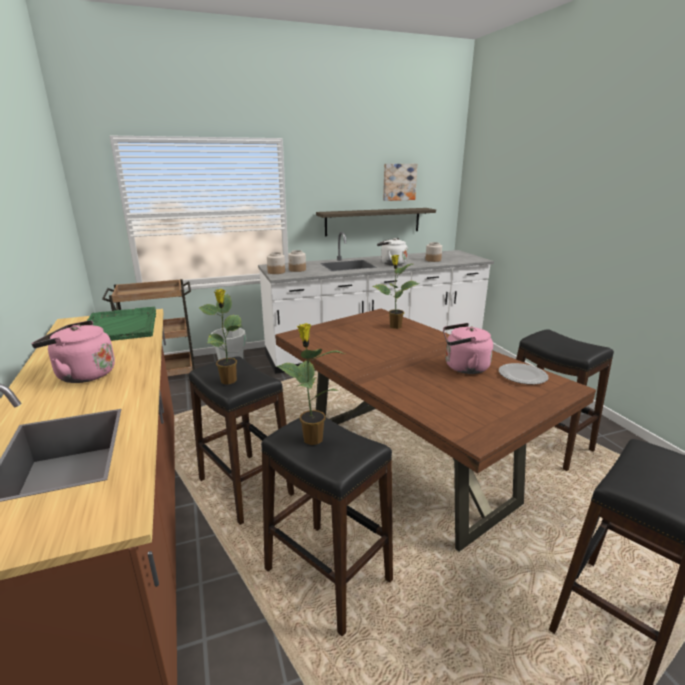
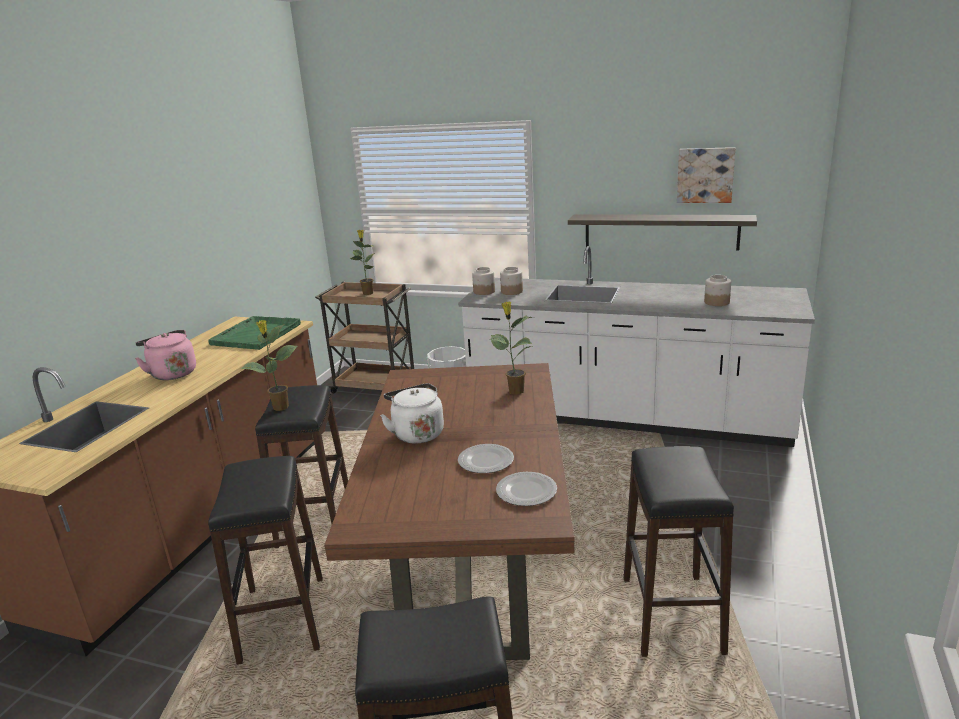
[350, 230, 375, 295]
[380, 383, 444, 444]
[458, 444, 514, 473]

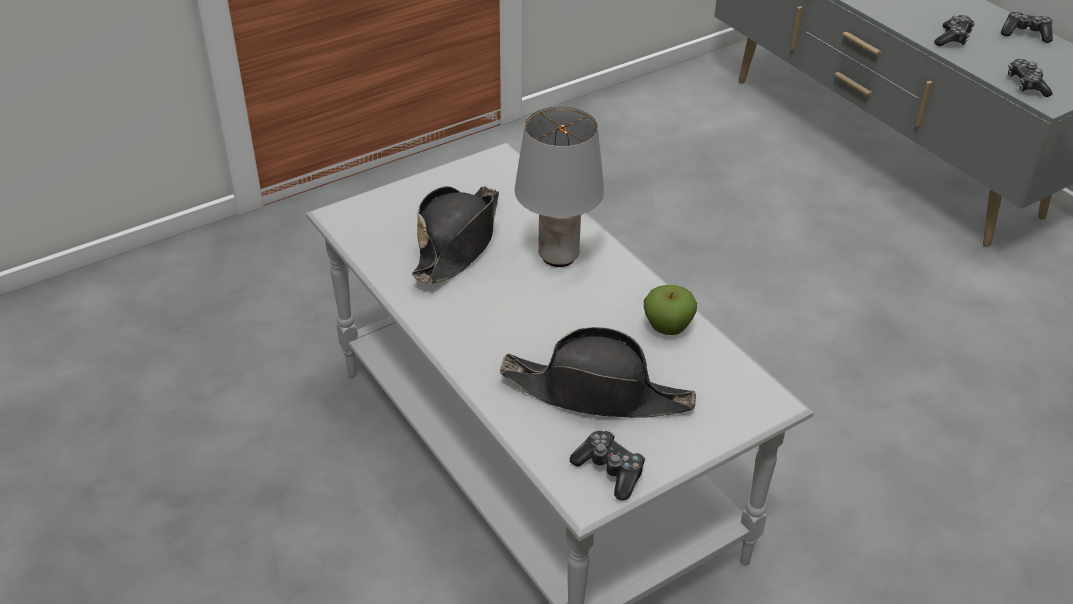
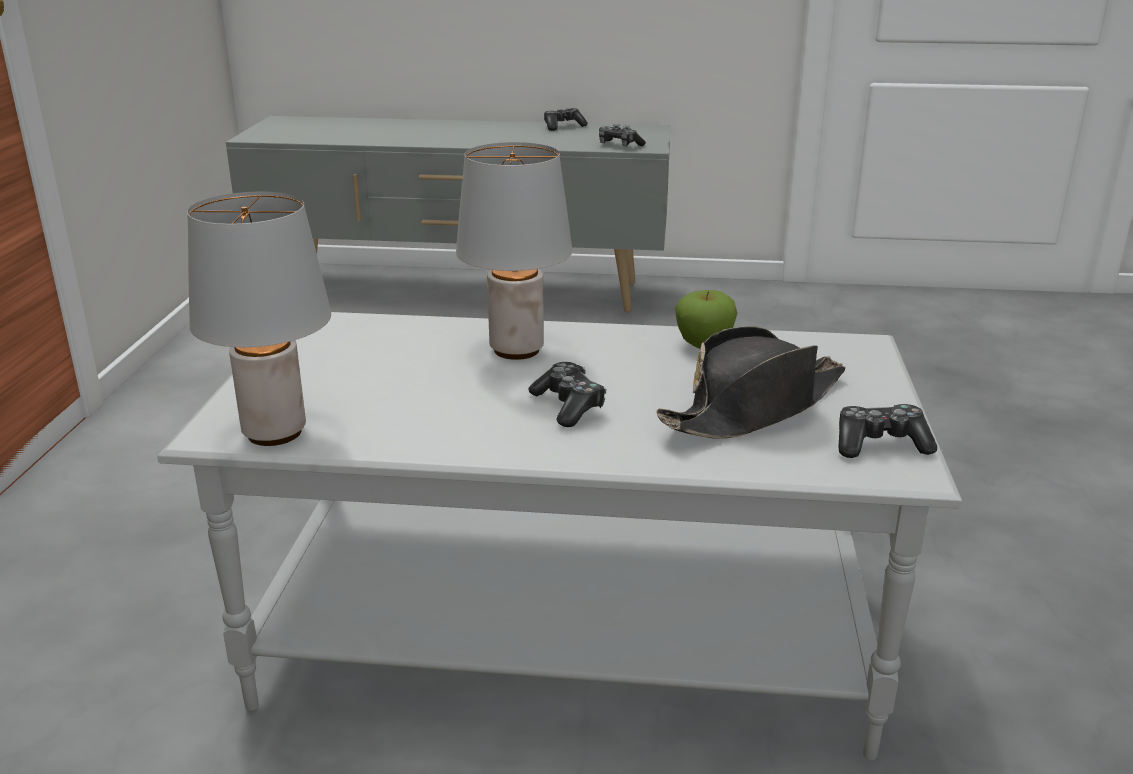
[412, 186, 499, 284] (first image)
[187, 192, 331, 446]
[529, 362, 606, 427]

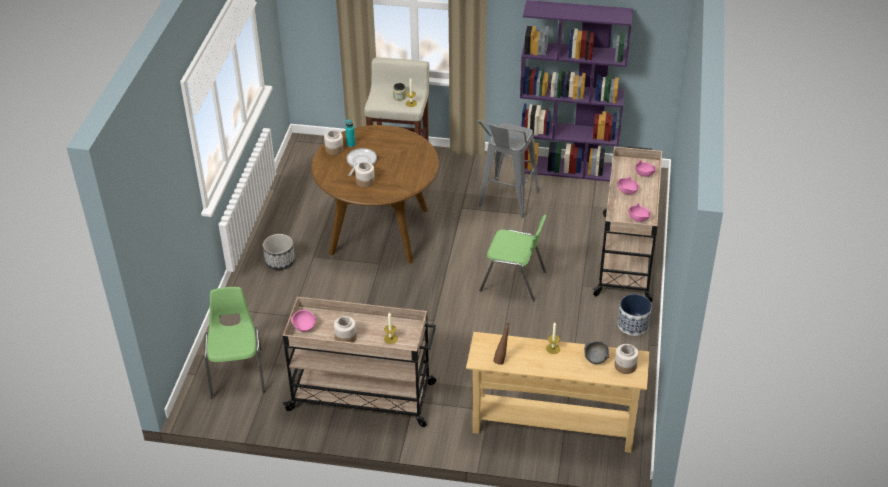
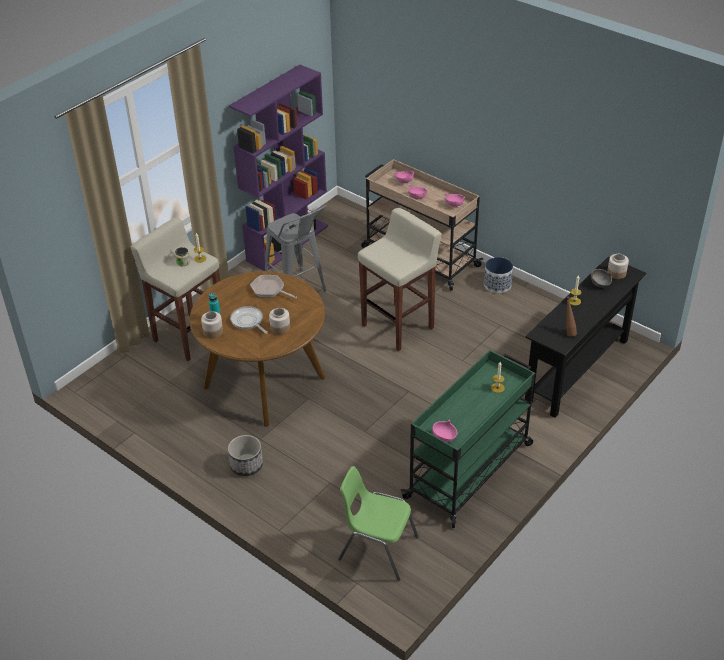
[334, 316, 357, 343] (first image)
[250, 275, 297, 298]
[358, 208, 442, 351]
[401, 350, 535, 528]
[525, 257, 646, 418]

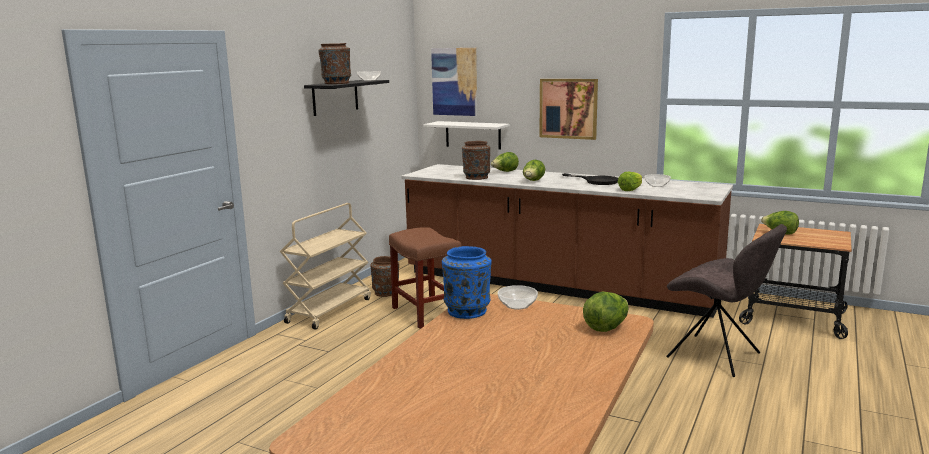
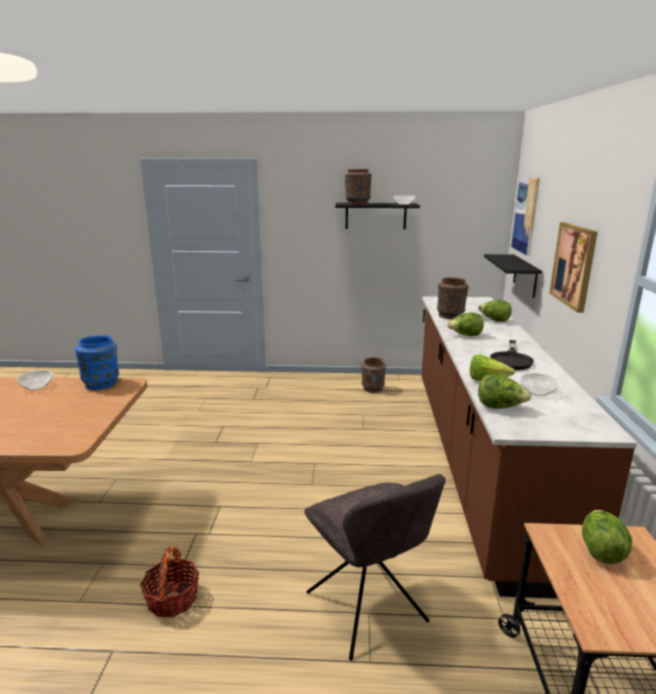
[280, 203, 371, 330] (first image)
[389, 227, 462, 329] (first image)
[140, 545, 199, 617]
[17, 370, 53, 390]
[478, 374, 532, 409]
[484, 254, 542, 298]
[304, 474, 446, 661]

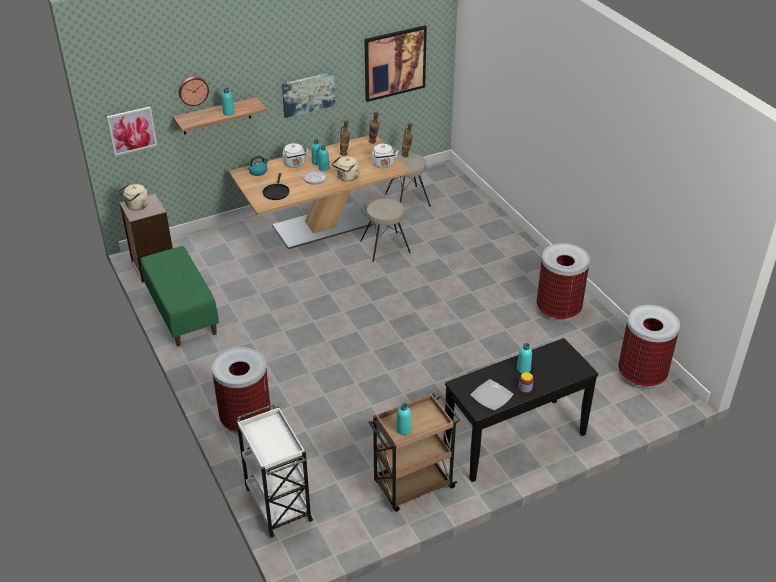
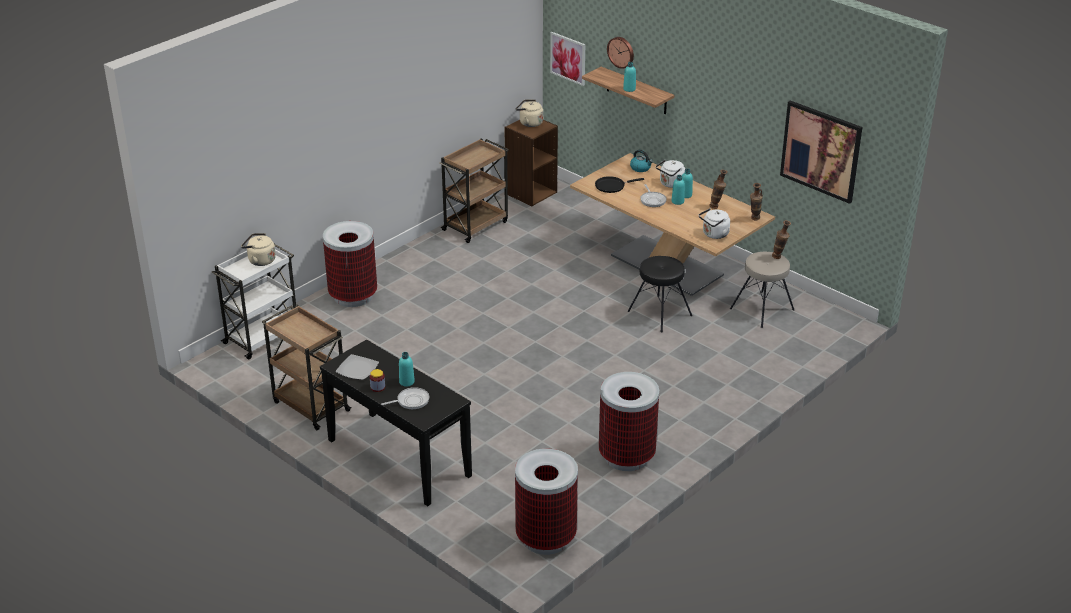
[282, 72, 335, 118] (first image)
[396, 403, 411, 435] (first image)
[381, 387, 430, 409]
[241, 233, 276, 266]
[439, 139, 509, 243]
[628, 256, 692, 332]

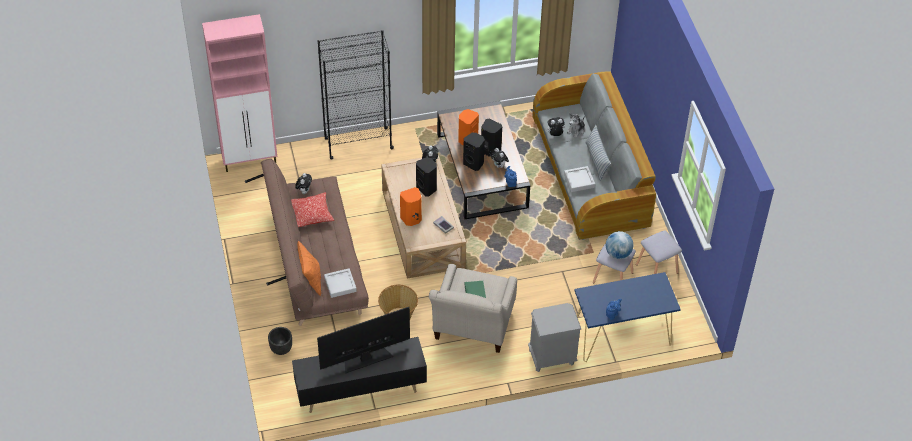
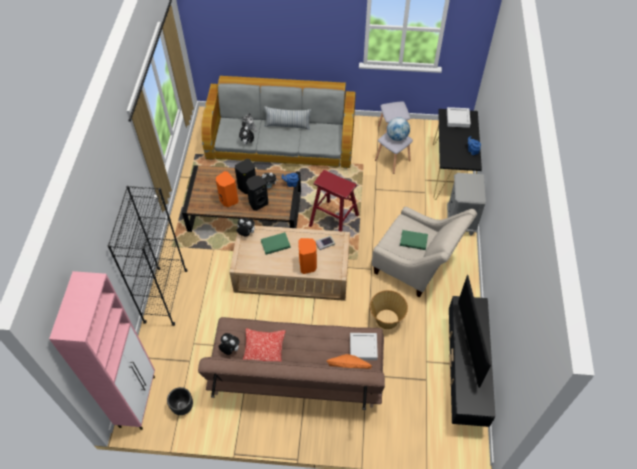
[309, 170, 359, 231]
[167, 387, 193, 415]
[447, 107, 471, 128]
[261, 232, 291, 255]
[433, 109, 482, 200]

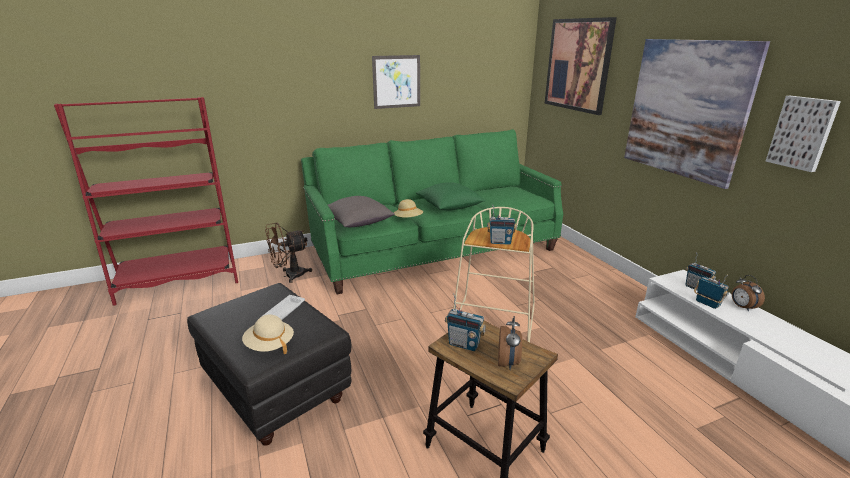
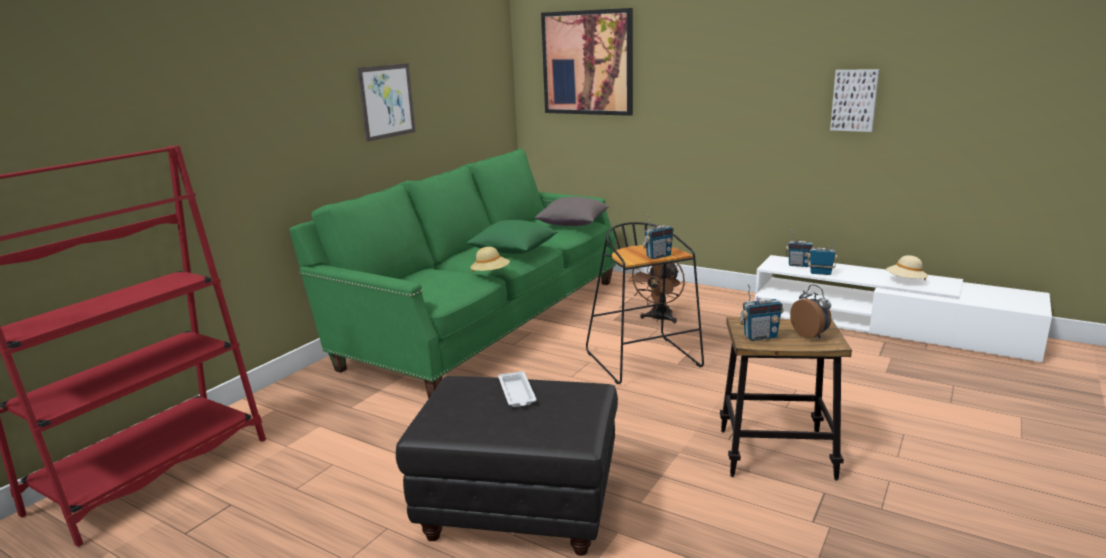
[624, 39, 770, 189] (first image)
[732, 275, 765, 311] (first image)
[886, 255, 928, 281]
[628, 262, 685, 323]
[535, 197, 609, 226]
[586, 222, 704, 384]

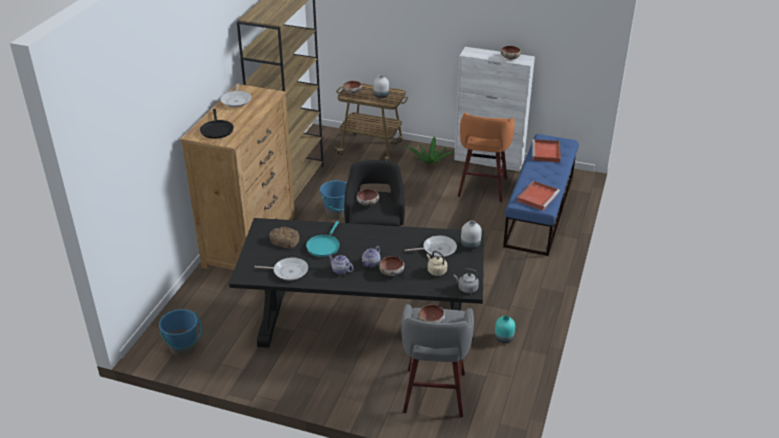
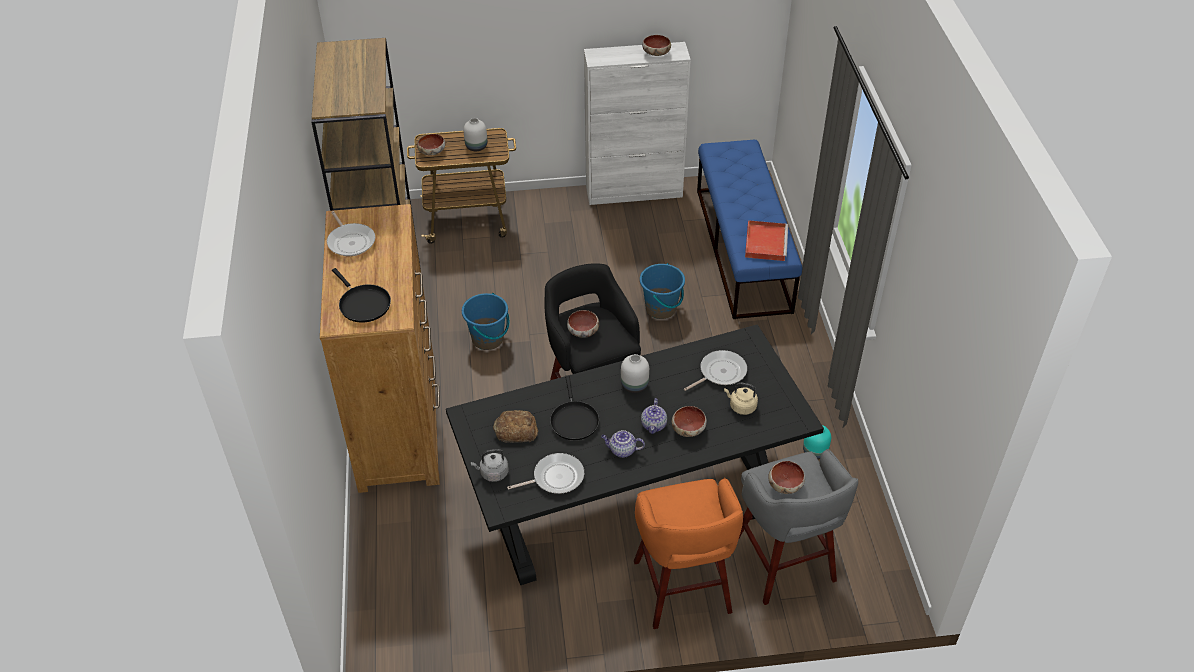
[407, 136, 453, 164] (first image)
[532, 139, 561, 162] (first image)
[640, 263, 685, 319]
[471, 449, 509, 482]
[634, 478, 743, 629]
[621, 354, 649, 393]
[550, 375, 599, 441]

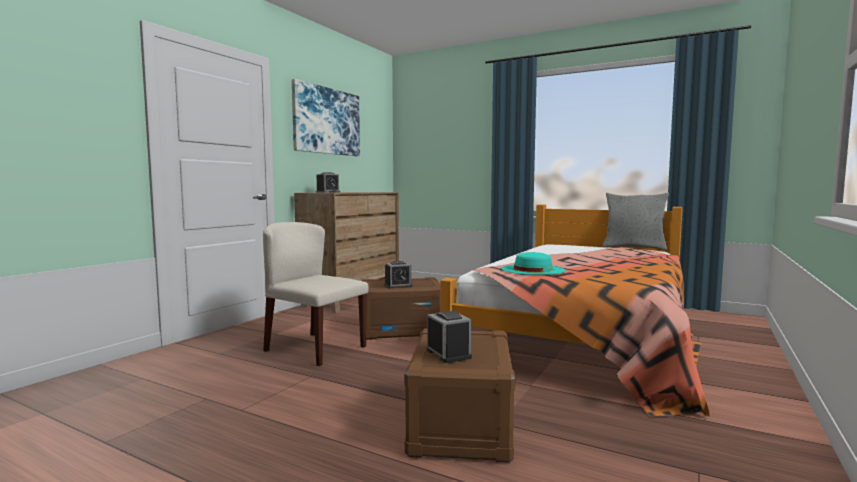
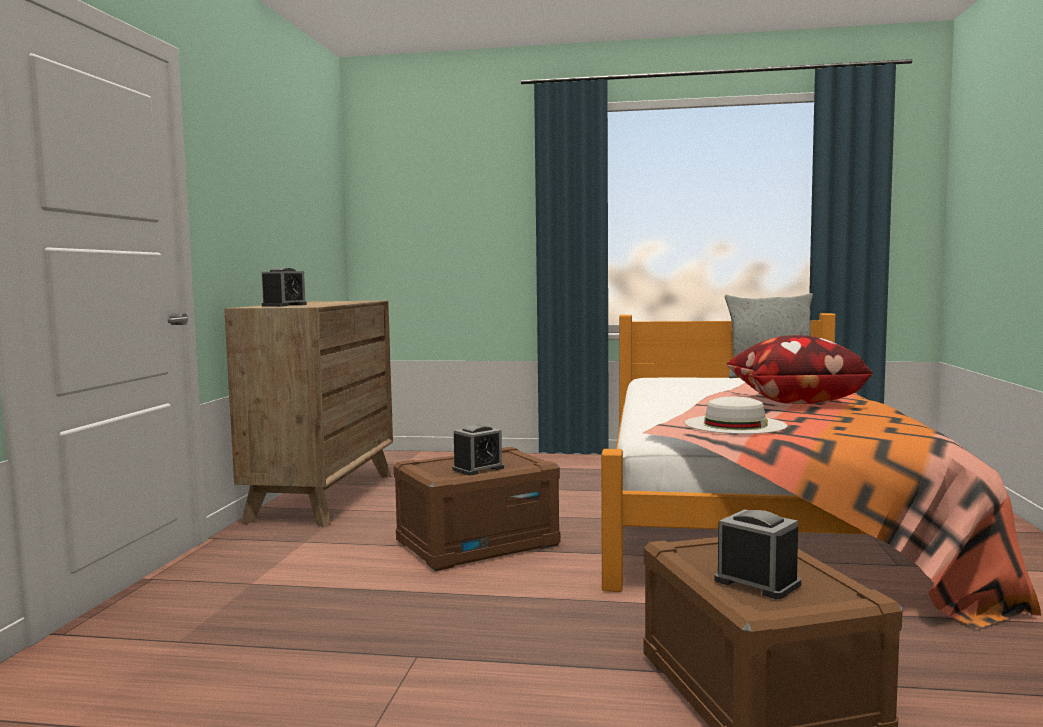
[263, 222, 369, 366] (first image)
[292, 79, 360, 156] (first image)
[727, 335, 873, 404]
[685, 397, 787, 434]

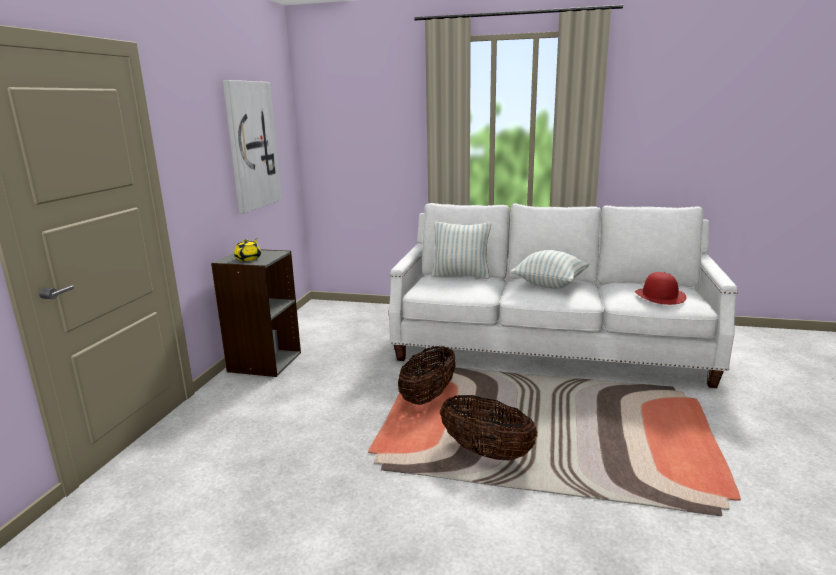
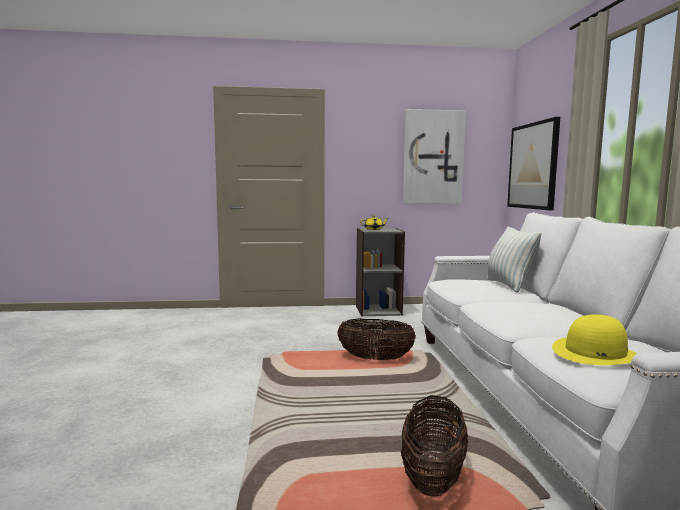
[511, 250, 590, 288] (first image)
[507, 117, 560, 210]
[401, 395, 469, 497]
[552, 315, 637, 365]

